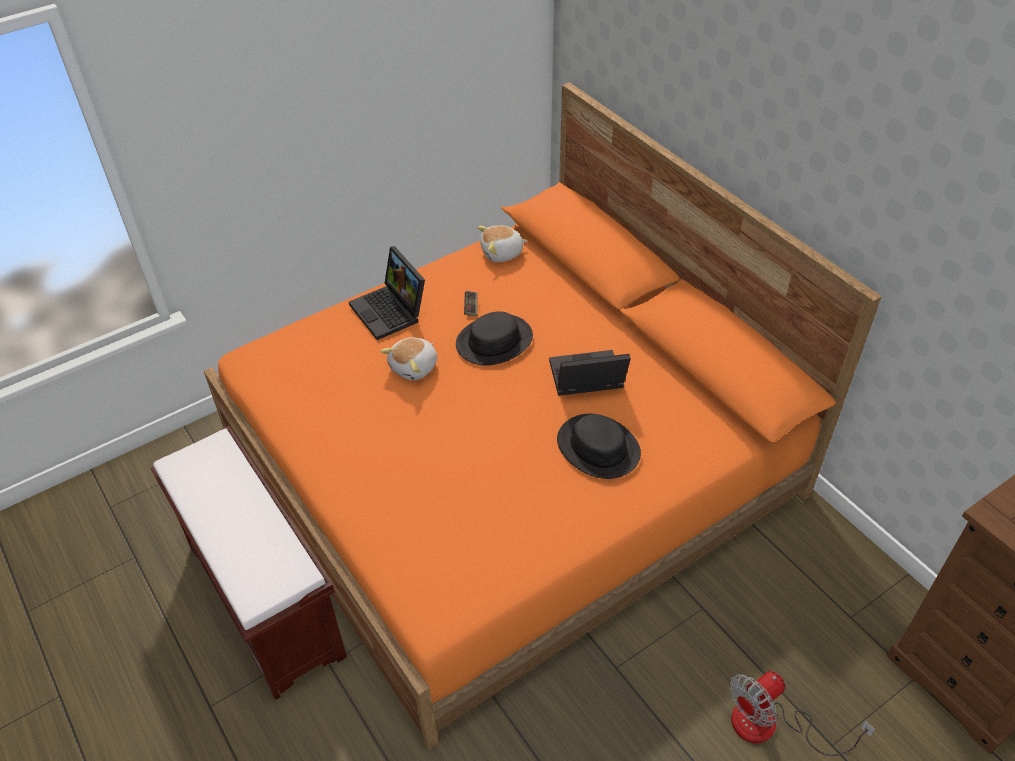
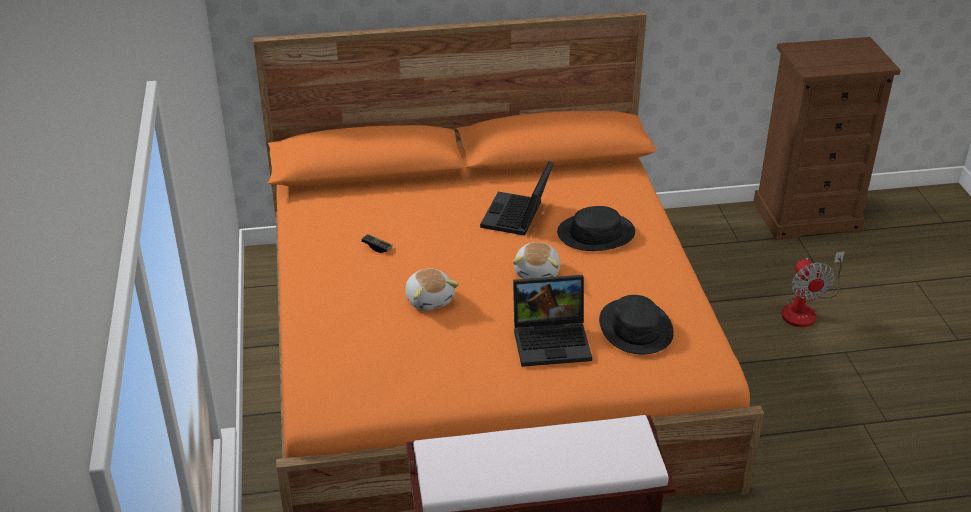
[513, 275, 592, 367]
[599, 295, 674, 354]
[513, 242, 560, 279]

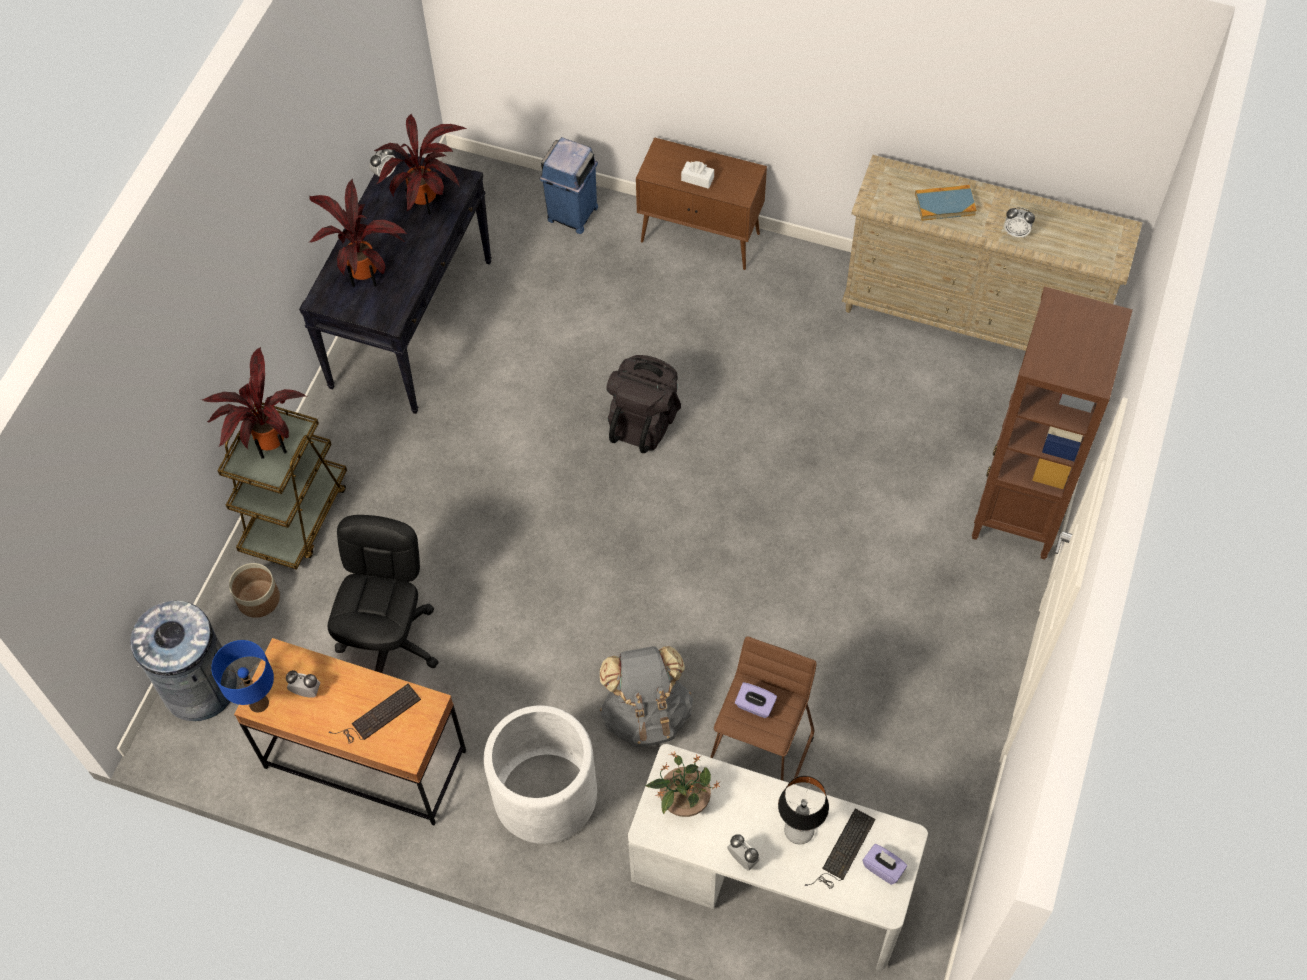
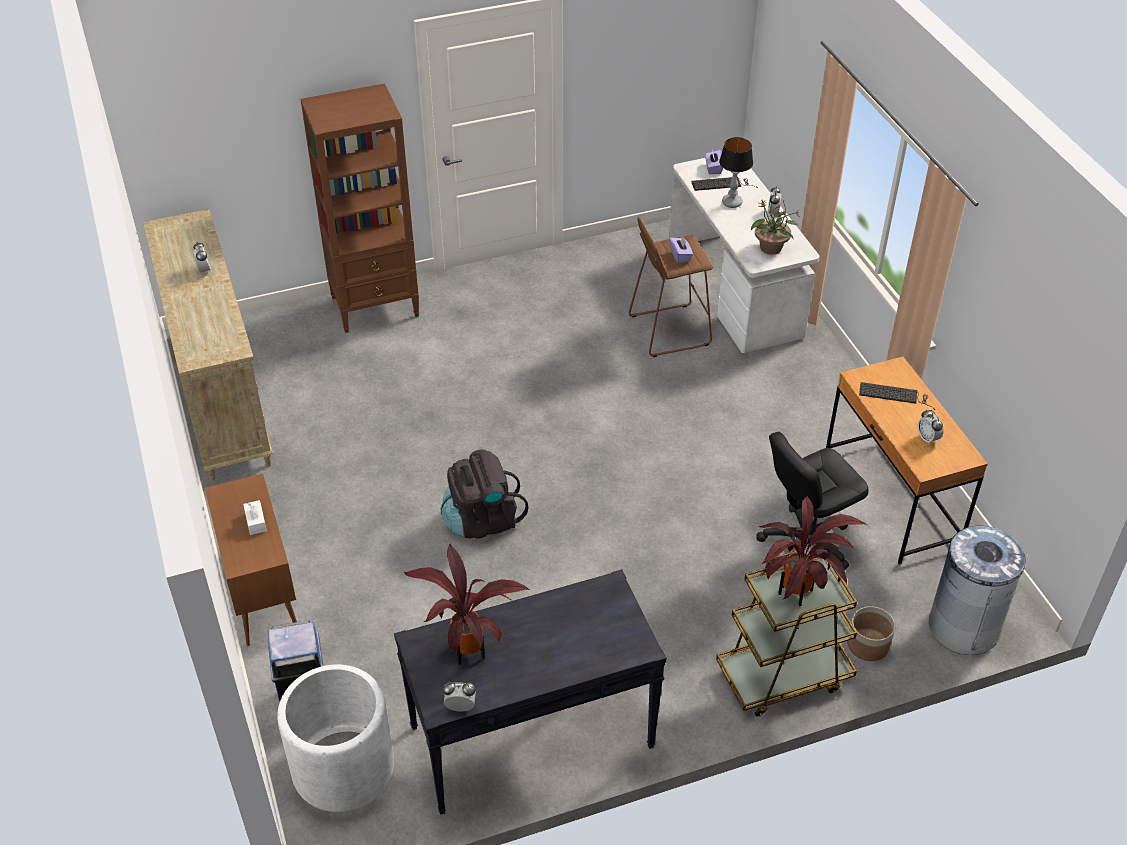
[211, 640, 274, 713] (first image)
[309, 179, 407, 288] (first image)
[600, 646, 693, 747] (first image)
[915, 185, 977, 221] (first image)
[277, 664, 394, 812]

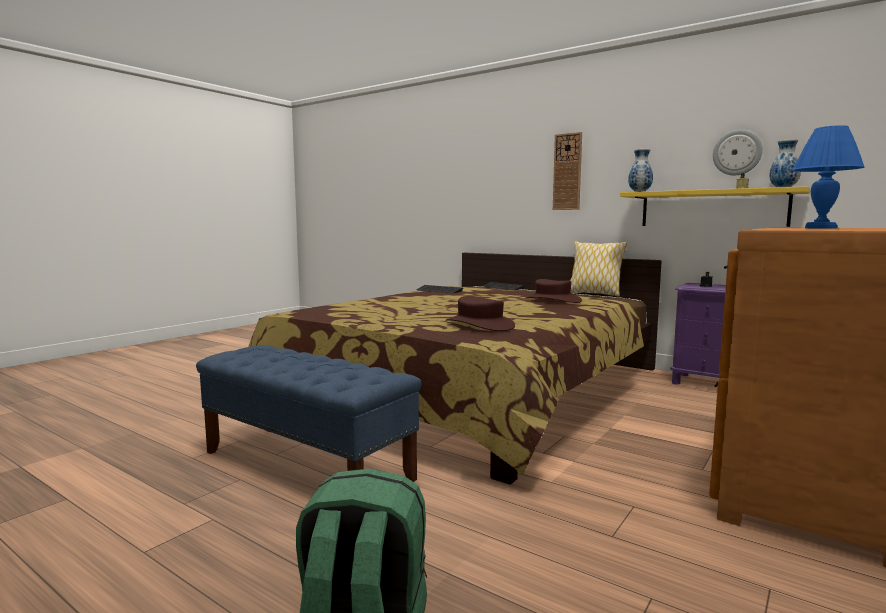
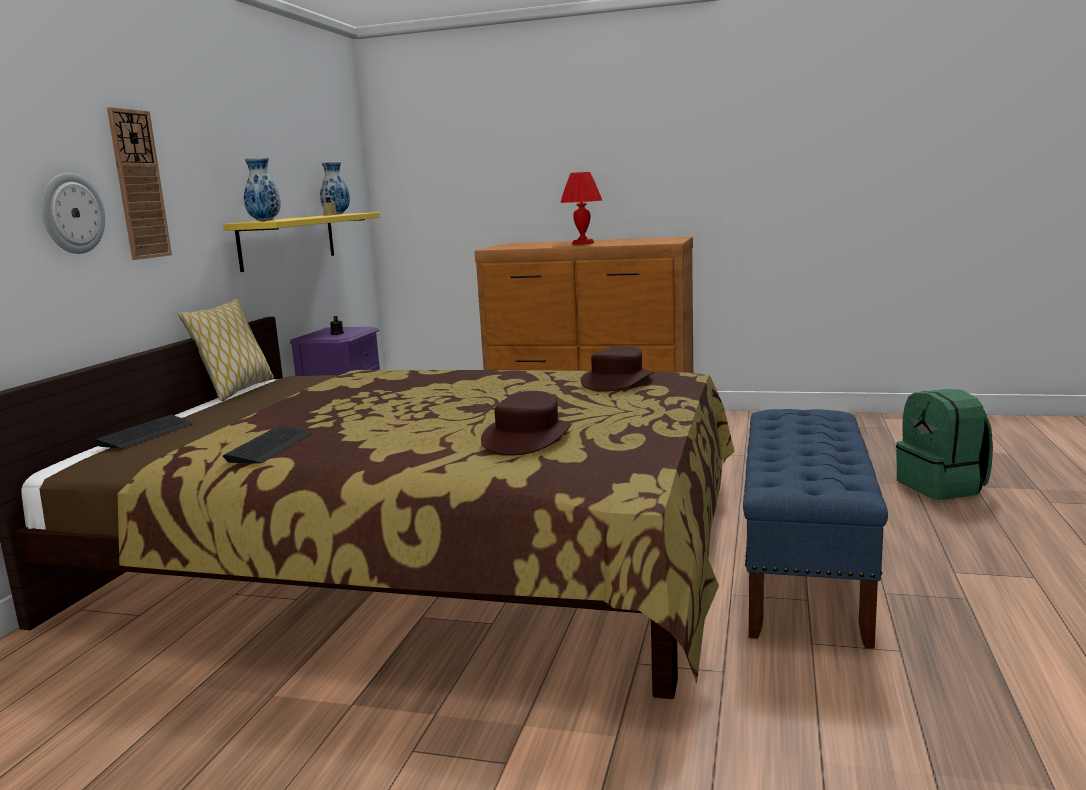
[481, 391, 572, 455]
[41, 173, 105, 254]
[560, 172, 603, 245]

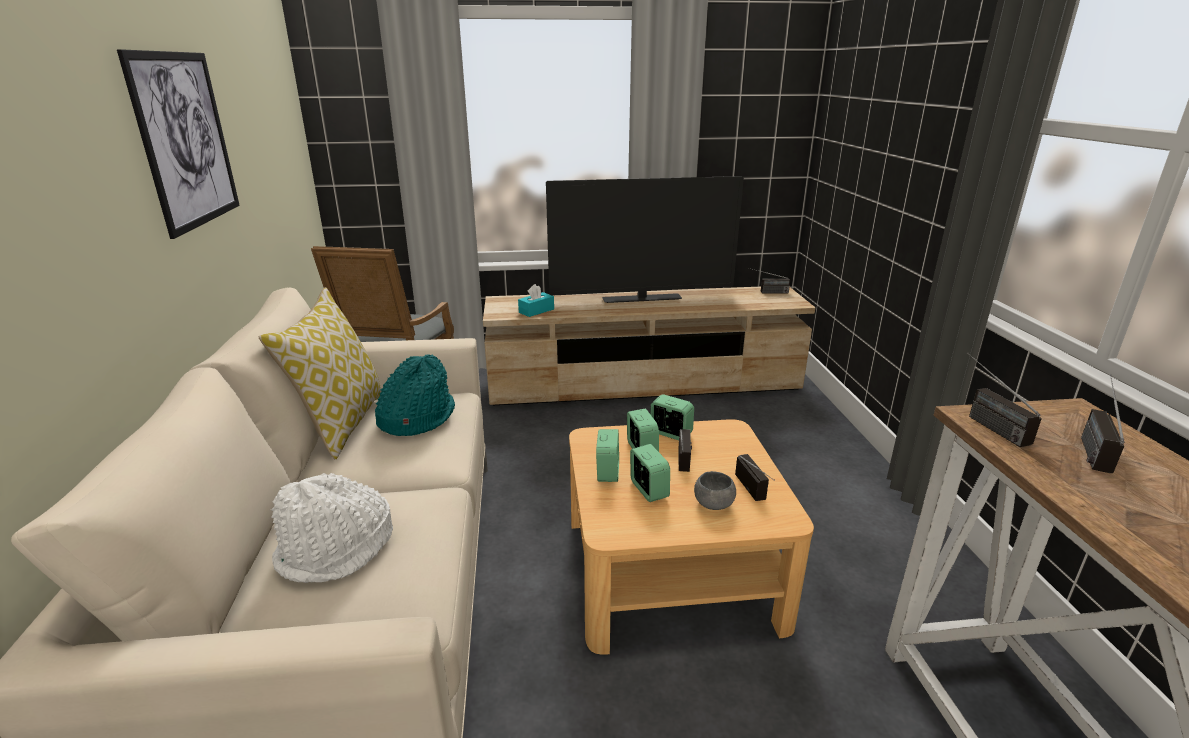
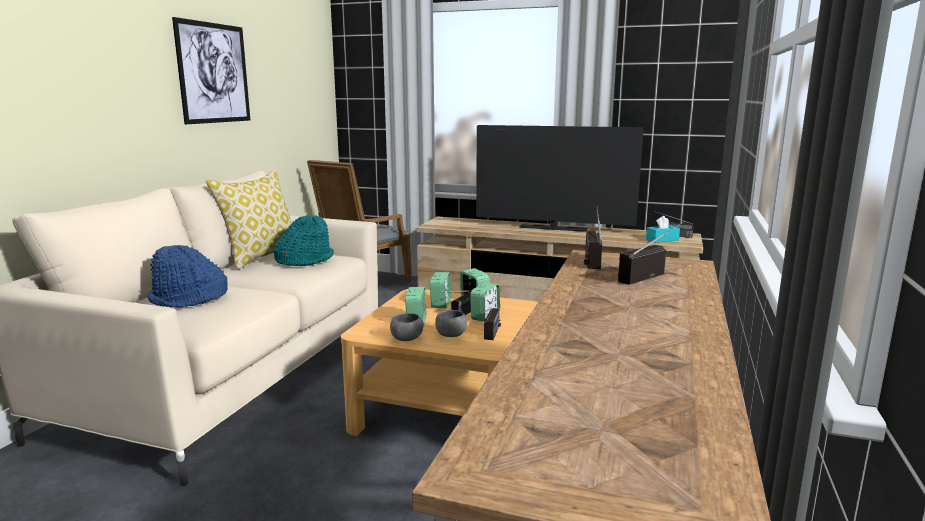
[390, 313, 423, 341]
[646, 216, 680, 243]
[470, 283, 500, 322]
[148, 245, 228, 307]

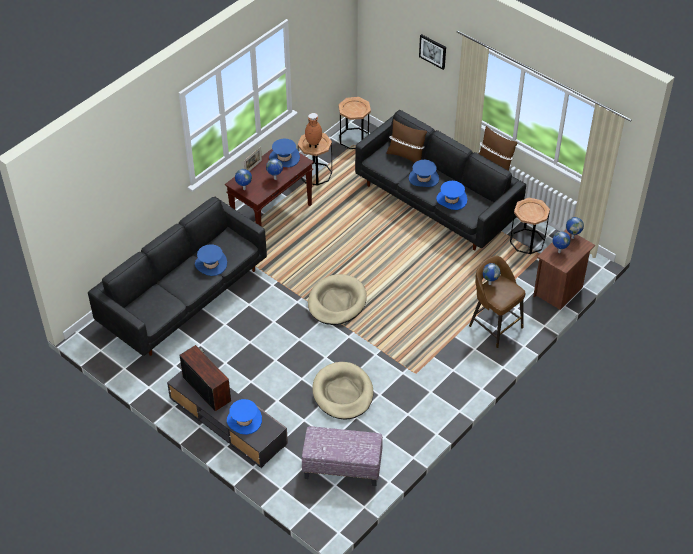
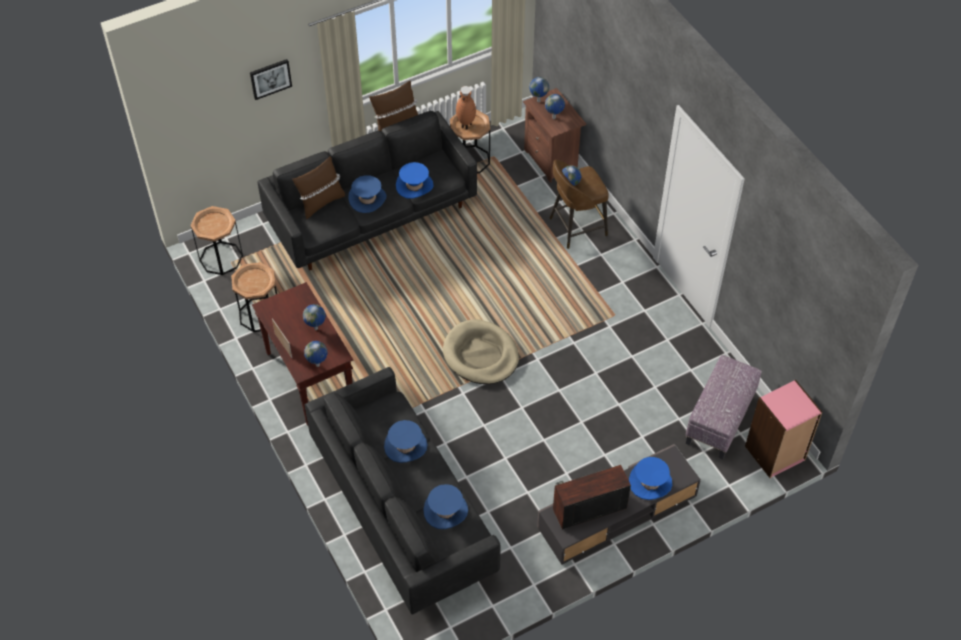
[312, 362, 374, 419] (first image)
[745, 380, 822, 478]
[423, 484, 468, 529]
[456, 86, 476, 129]

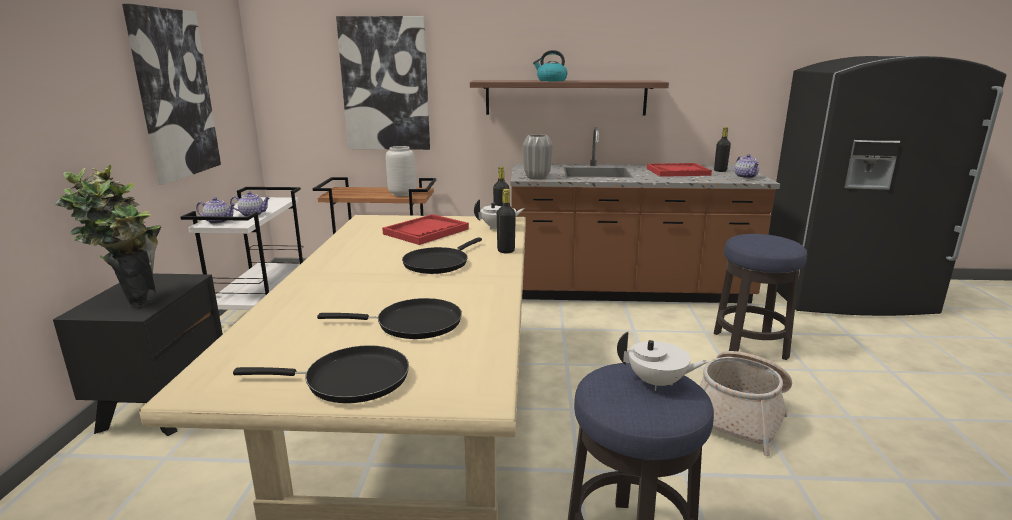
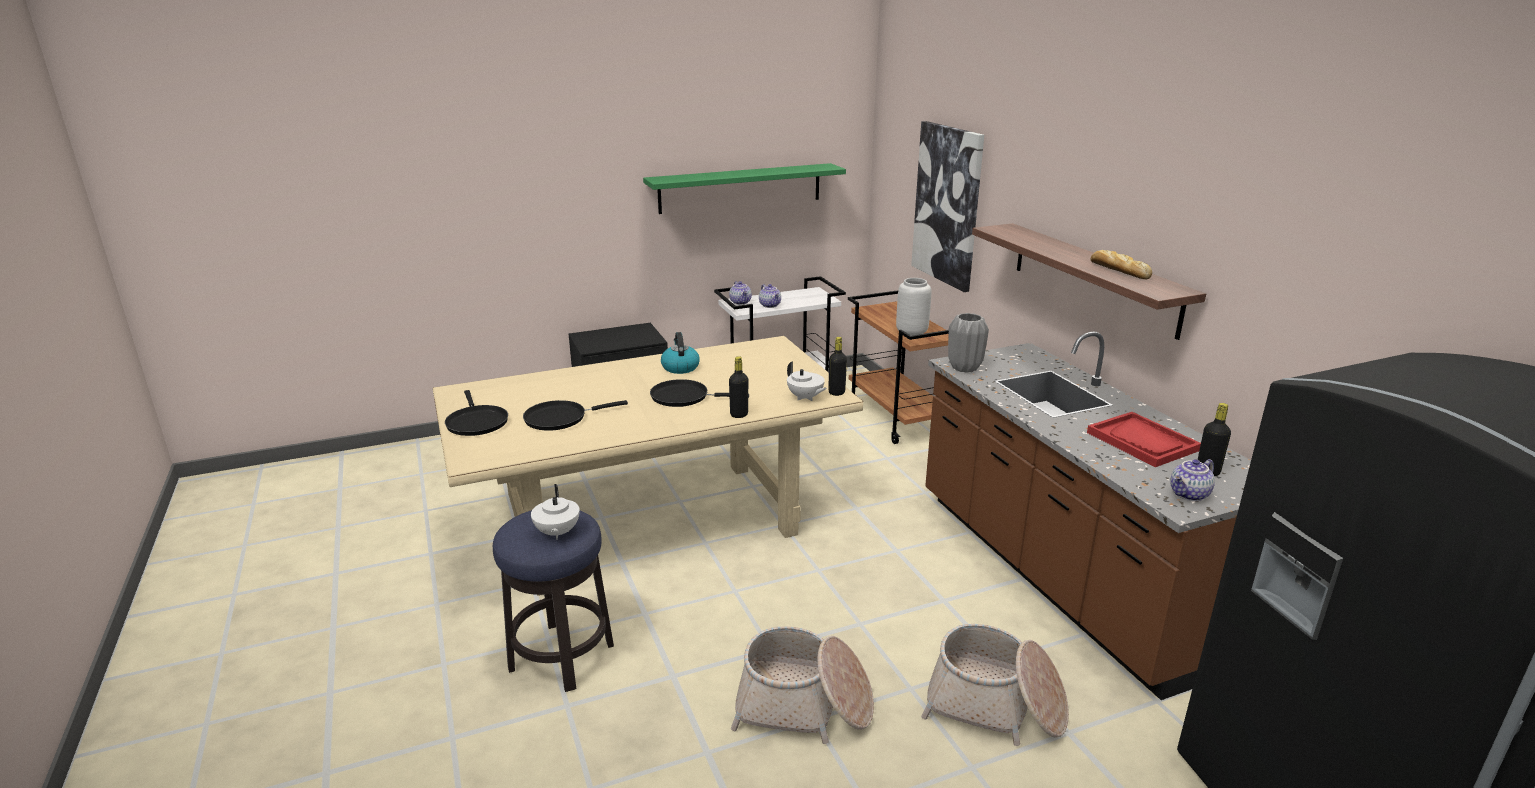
[55, 165, 162, 308] (first image)
[382, 214, 469, 245] (first image)
[1091, 250, 1152, 279]
[661, 332, 700, 374]
[643, 163, 846, 214]
[921, 624, 1069, 746]
[523, 400, 628, 431]

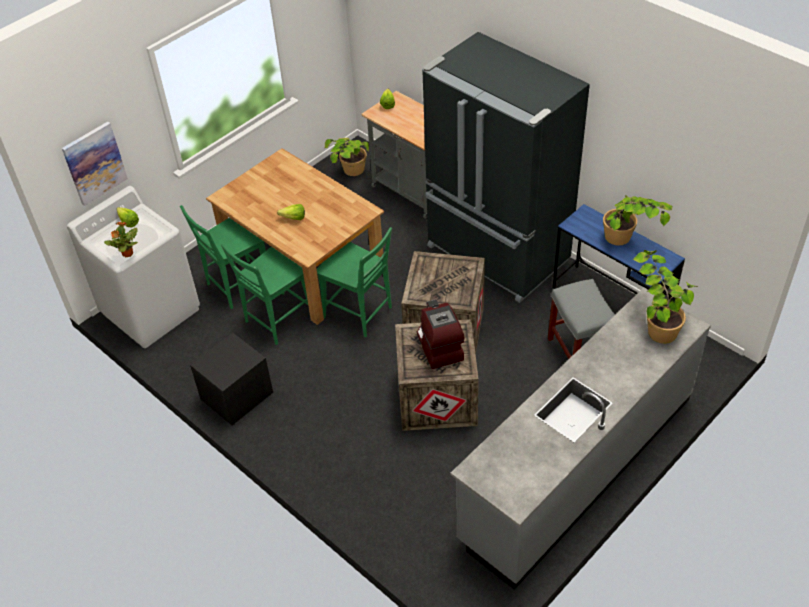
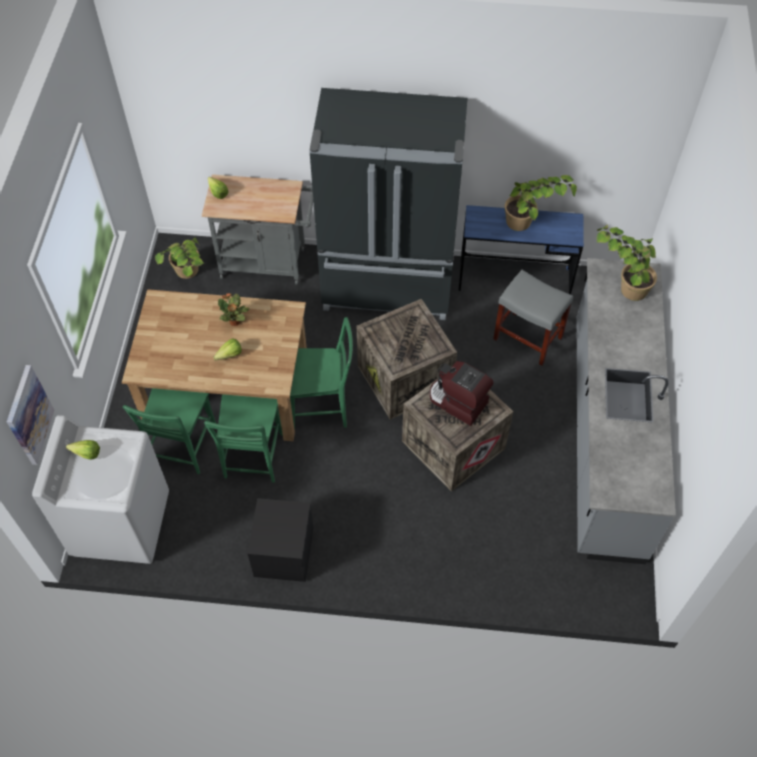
[218, 293, 249, 326]

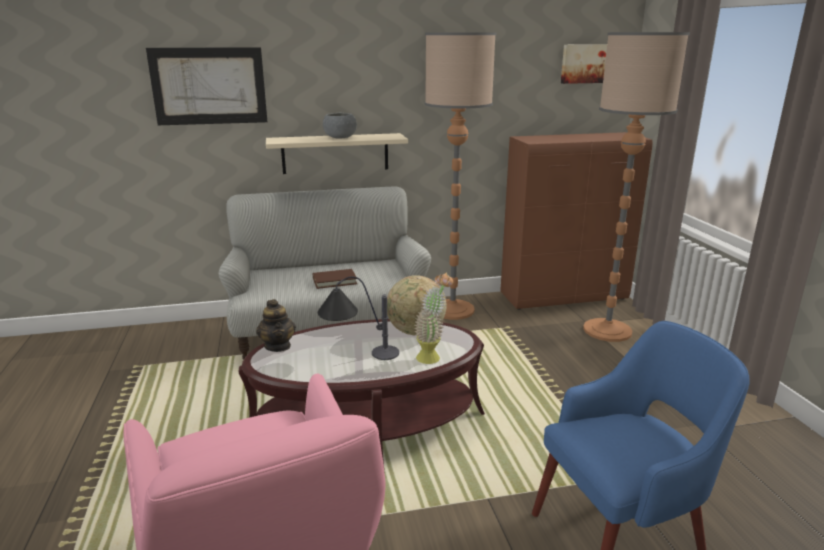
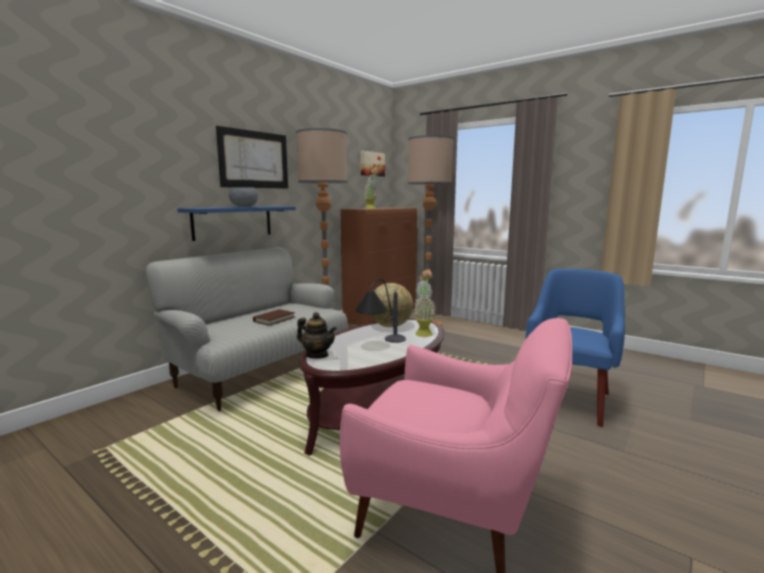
[364, 168, 379, 209]
[216, 126, 288, 189]
[177, 206, 296, 241]

